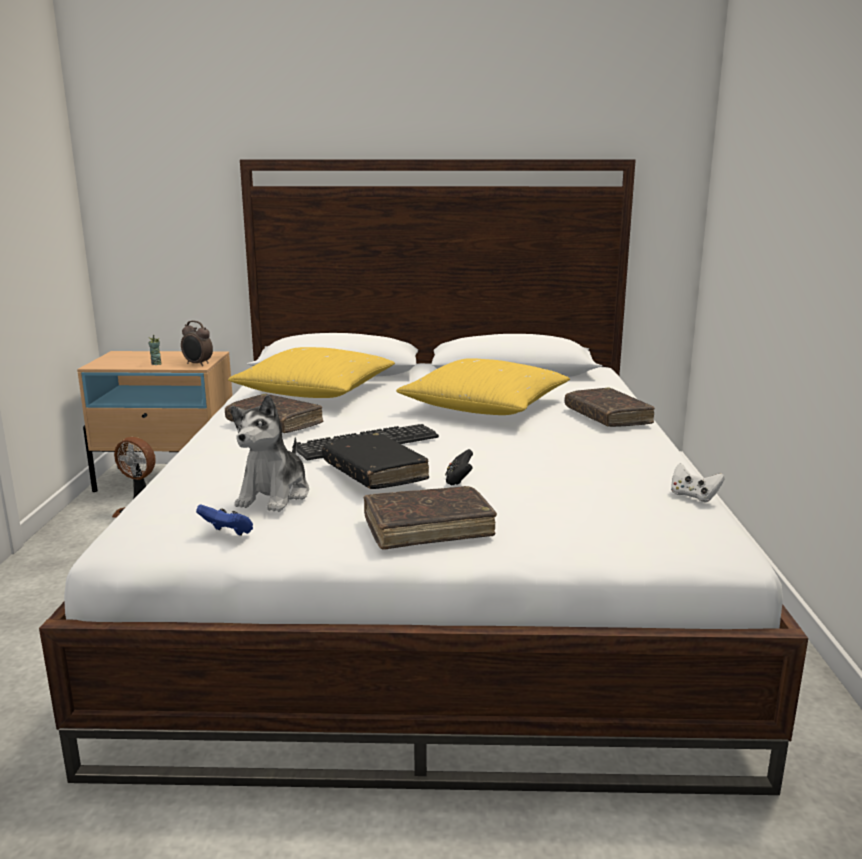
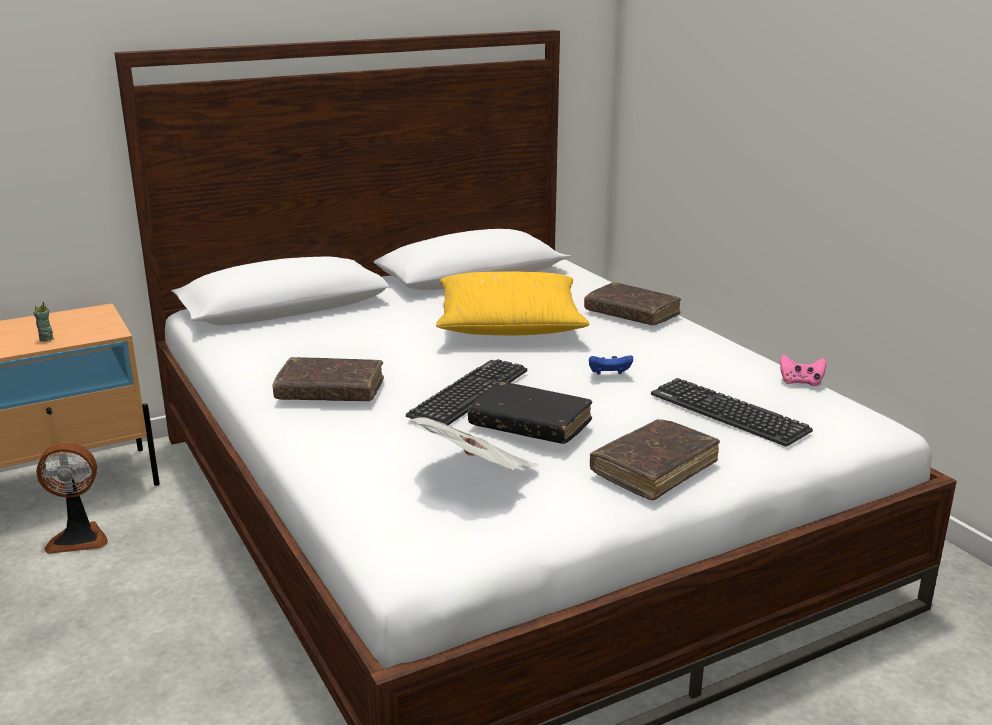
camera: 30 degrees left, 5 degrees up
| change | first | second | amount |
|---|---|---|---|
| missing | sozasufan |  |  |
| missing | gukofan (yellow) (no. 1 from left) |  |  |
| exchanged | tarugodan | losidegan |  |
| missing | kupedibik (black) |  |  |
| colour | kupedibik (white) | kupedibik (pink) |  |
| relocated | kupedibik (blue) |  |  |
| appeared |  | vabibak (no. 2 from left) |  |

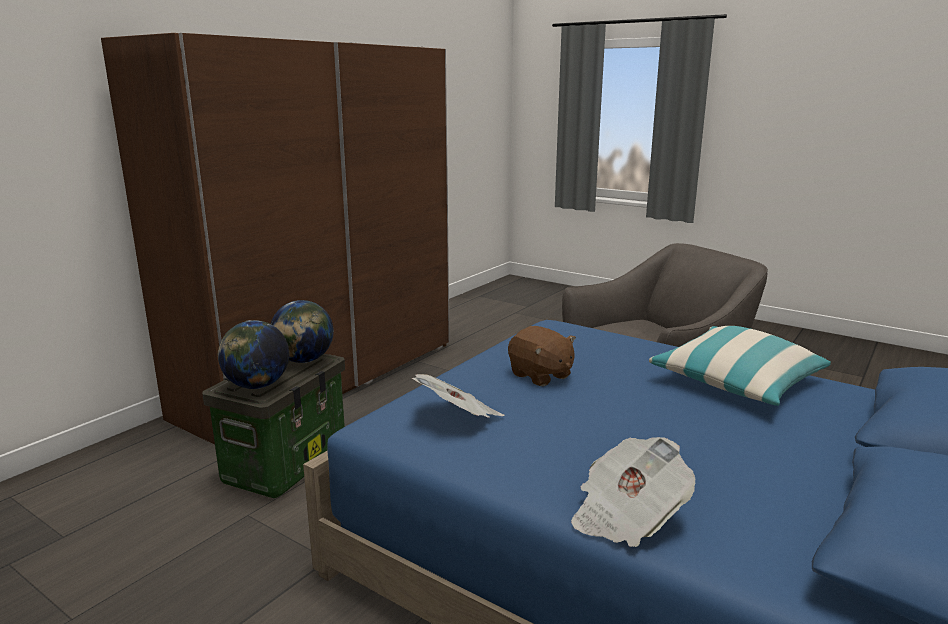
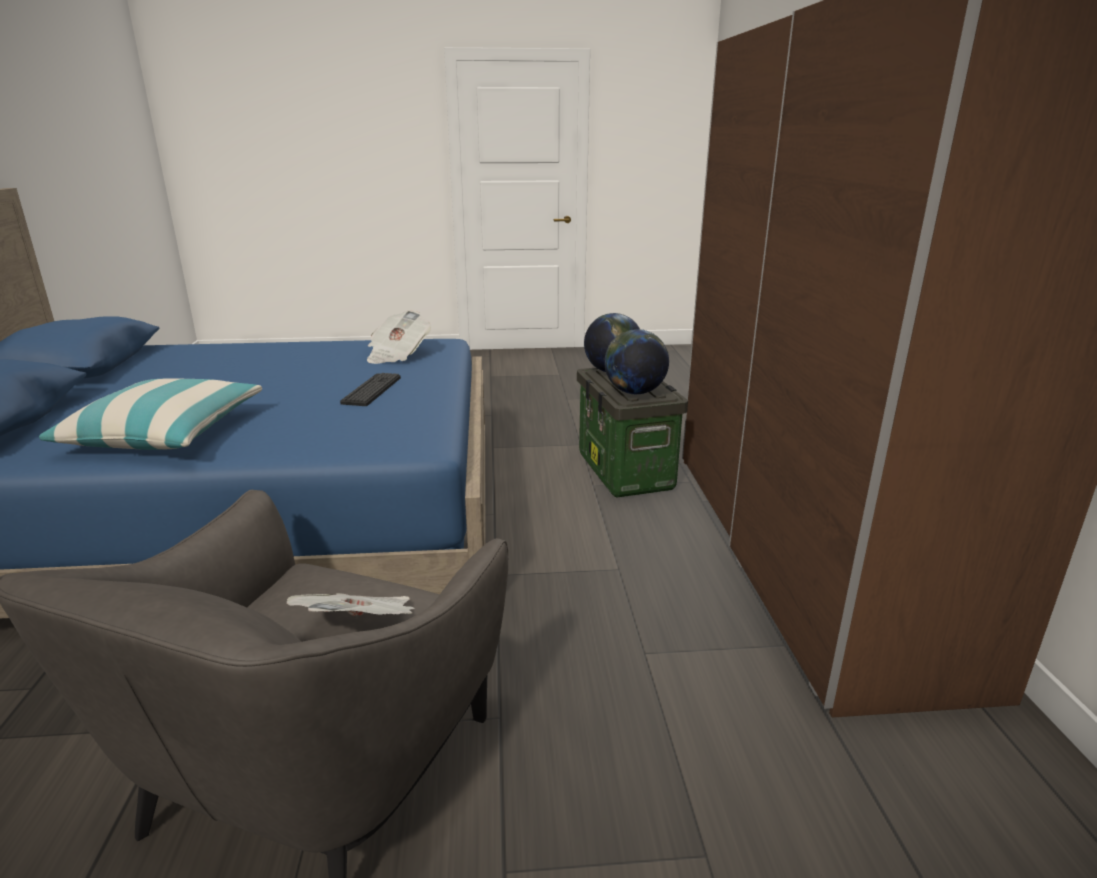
camera: 140 degrees right, 5 degrees up
| change | first | second | amount |
|---|---|---|---|
| exchanged | tarugodan (brown) | vabibak |  |
| relocated | losidegan (no. 2 from left in the first image) | losidegan (no. 1 from left) |  |

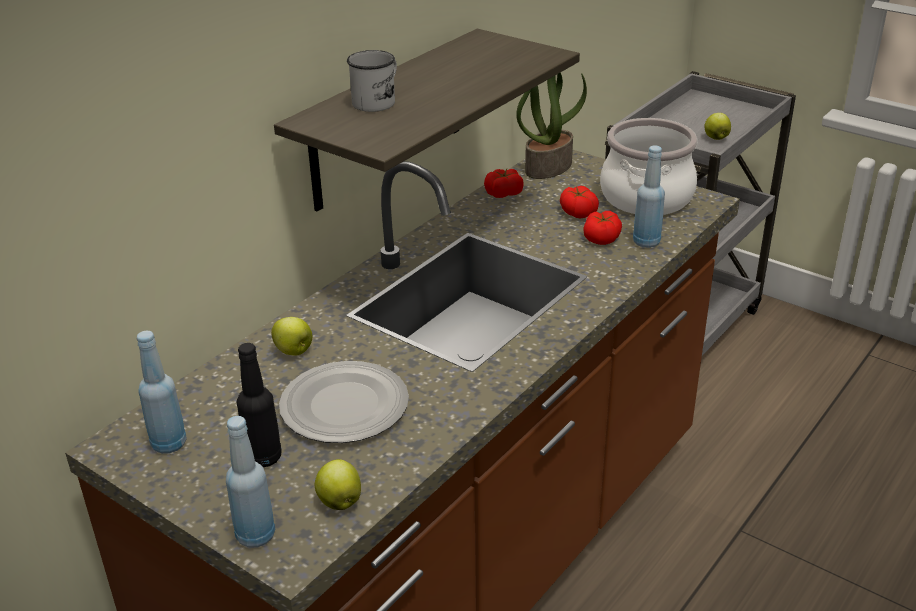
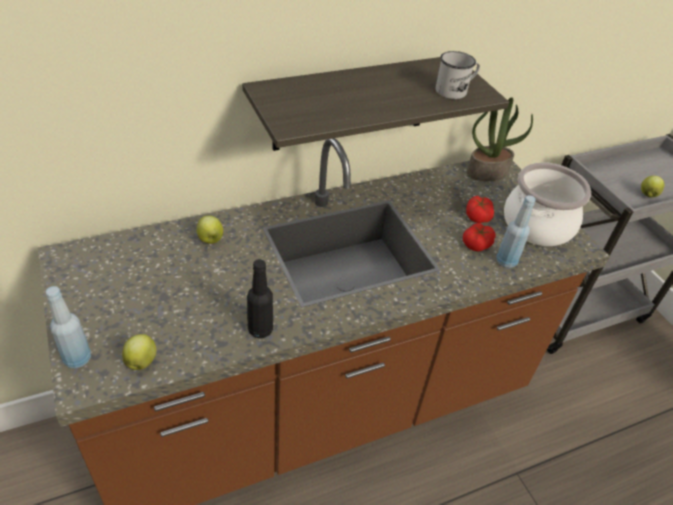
camera: 25 degrees right, 10 degrees up
| change | first | second | amount |
|---|---|---|---|
| relocated | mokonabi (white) |  |  |
| missing | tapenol (no. 1 from left) |  |  |
| missing | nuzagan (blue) (no. 1 from left) |  |  |
| relocated | nuzagan (black) |  |  |
| missing | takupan |  |  |

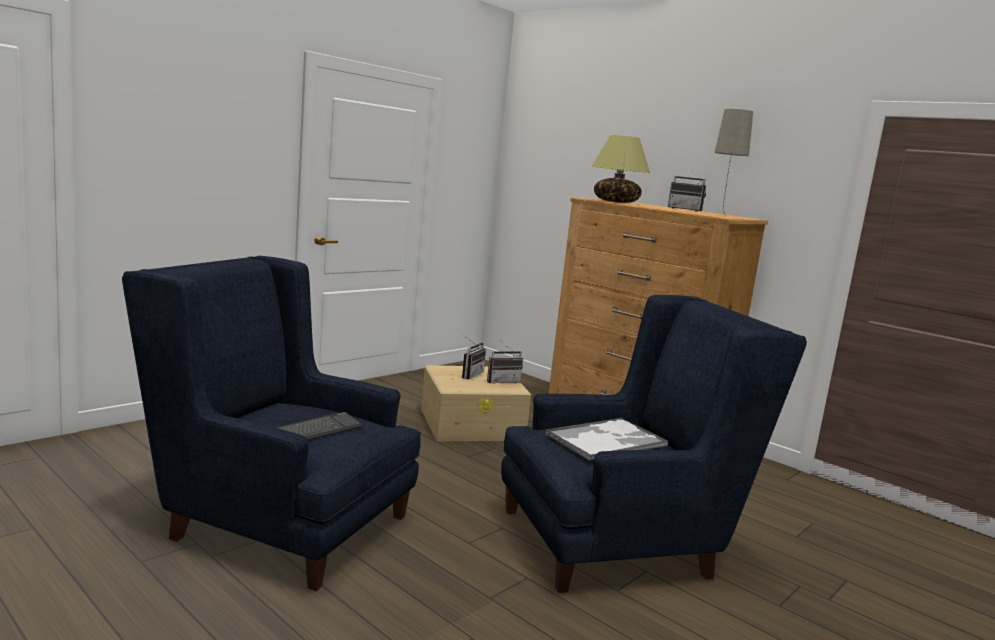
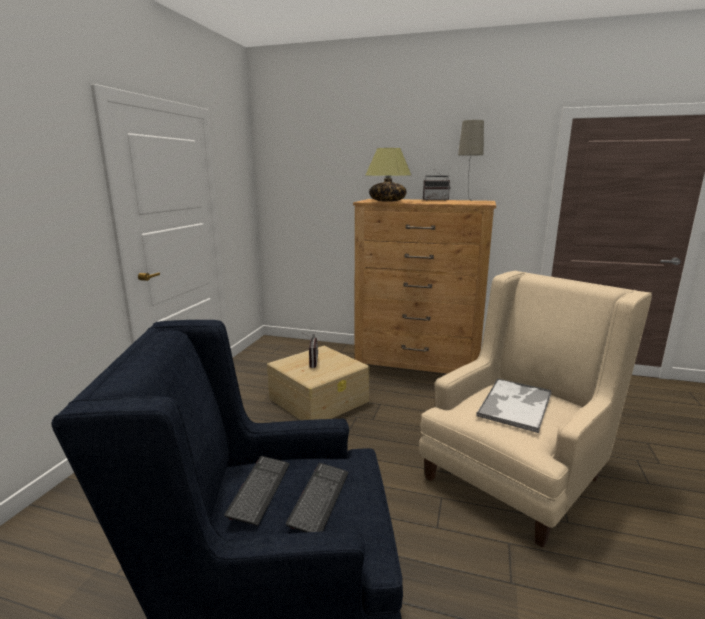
camera: 25 degrees left, 5 degrees up
| change | first | second | amount |
|---|---|---|---|
| colour | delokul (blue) (no. 2 from left) | delokul (beige) |  |
| missing | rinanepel (no. 2 from left) |  |  |
| appeared |  | vabibak (no. 1 from left) |  |

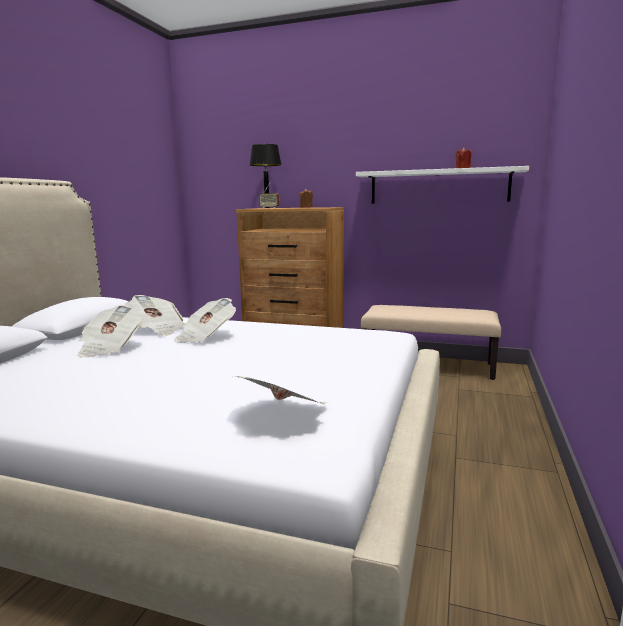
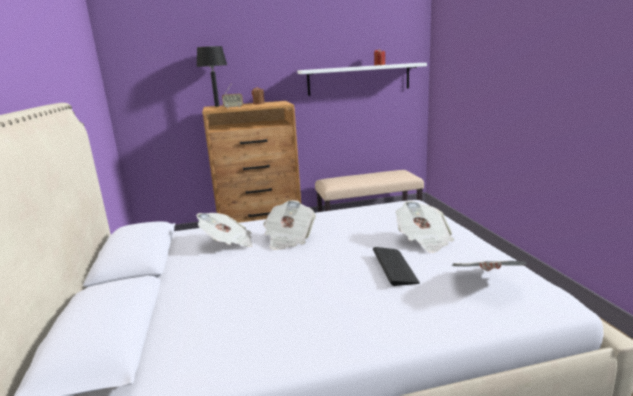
camera: 30 degrees left, 5 degrees up
| change | first | second | amount |
|---|---|---|---|
| relocated | losidegan (no. 1 from left in the first image) | losidegan (no. 3 from left) |  |
| appeared |  | vabibak |  |

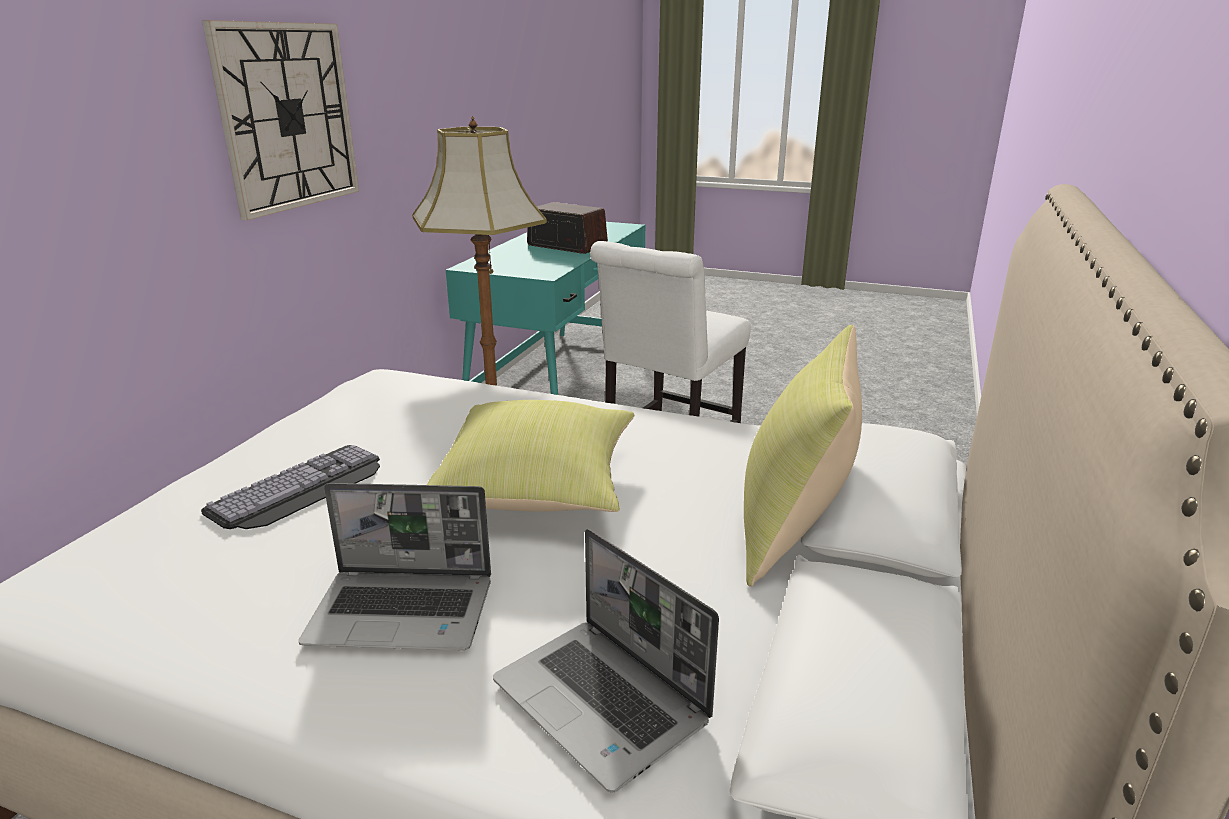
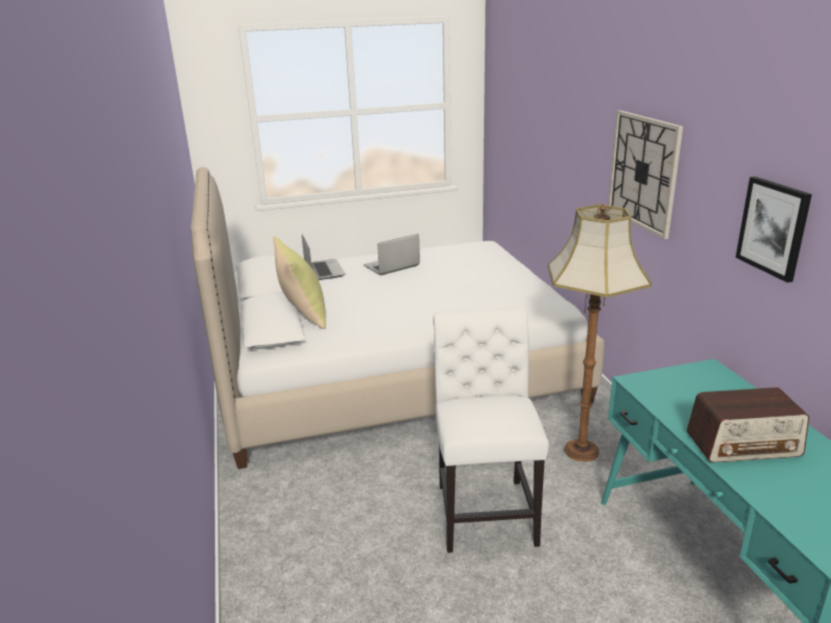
camera: 145 degrees right, 0 degrees up
| change | first | second | amount |
|---|---|---|---|
| missing | gukofan (yellow) (no. 1 from left) |  |  |
| missing | vabibak |  |  |
| spun | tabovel (no. 2 from left in the first image) | tabovel (no. 1 from left) | 60 degrees clockwise |
| appeared |  | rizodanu |  |

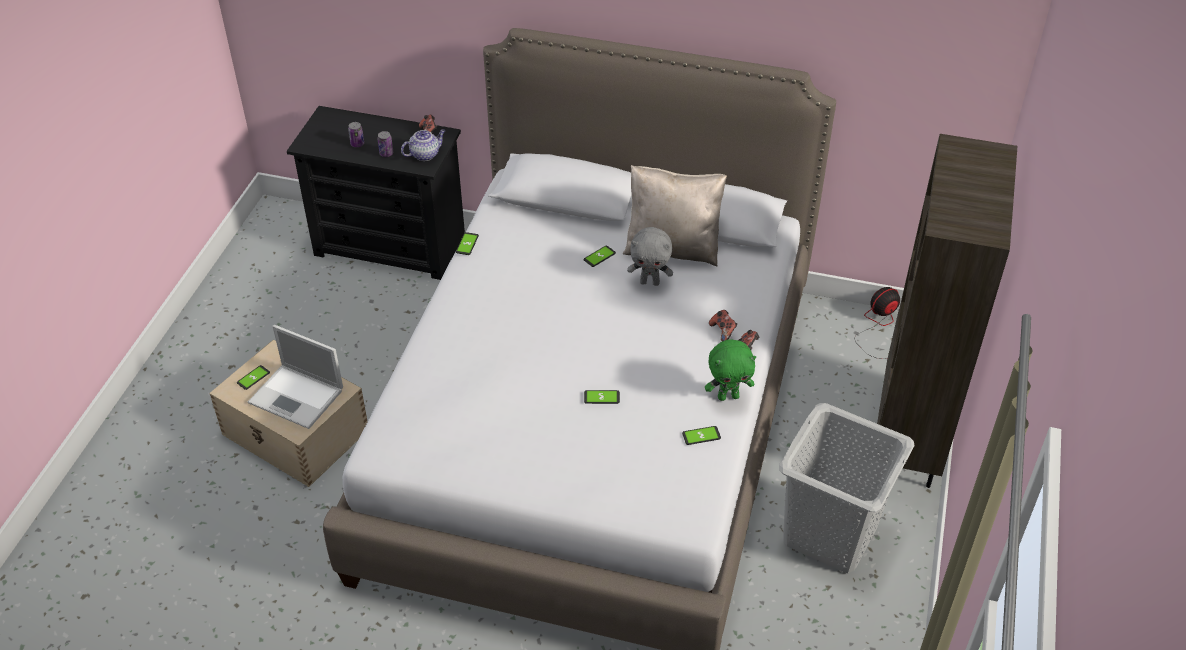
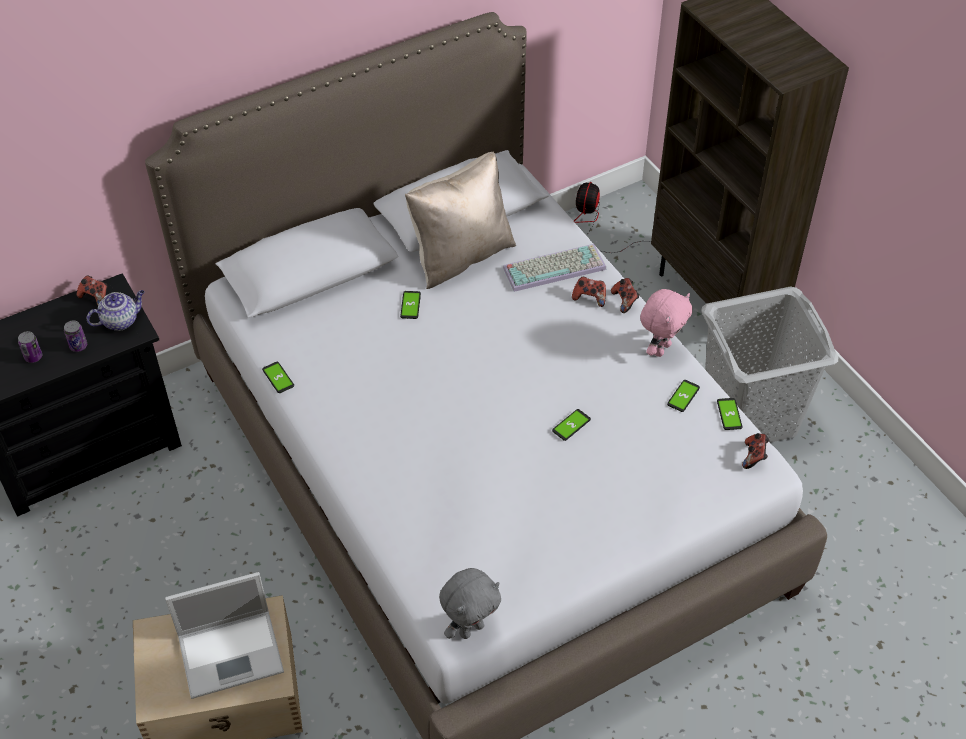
camera: 45 degrees left, 5 degrees up
| change | first | second | amount |
|---|---|---|---|
| spun | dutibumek |  | 45 degrees clockwise |
| relocated | tarugodan (grey) |  |  |
| colour | tarugodan (green) | tarugodan (pink) |  |
| relocated | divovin (no. 1 from left in the first image) | divovin (no. 5 from left) |  |
| appeared |  | vabibak |  |
| appeared |  | kupedibik (no. 4 from left) |  |

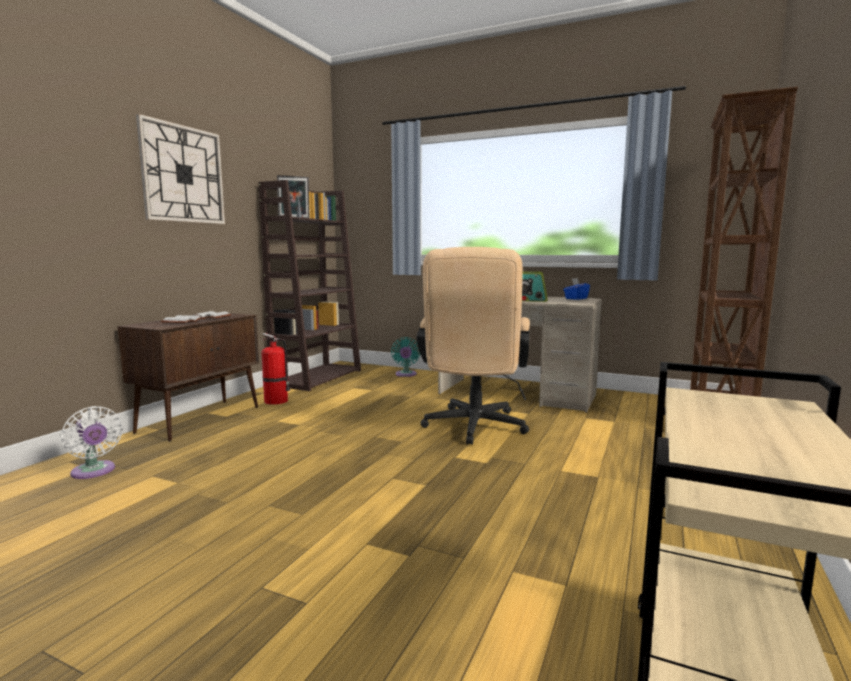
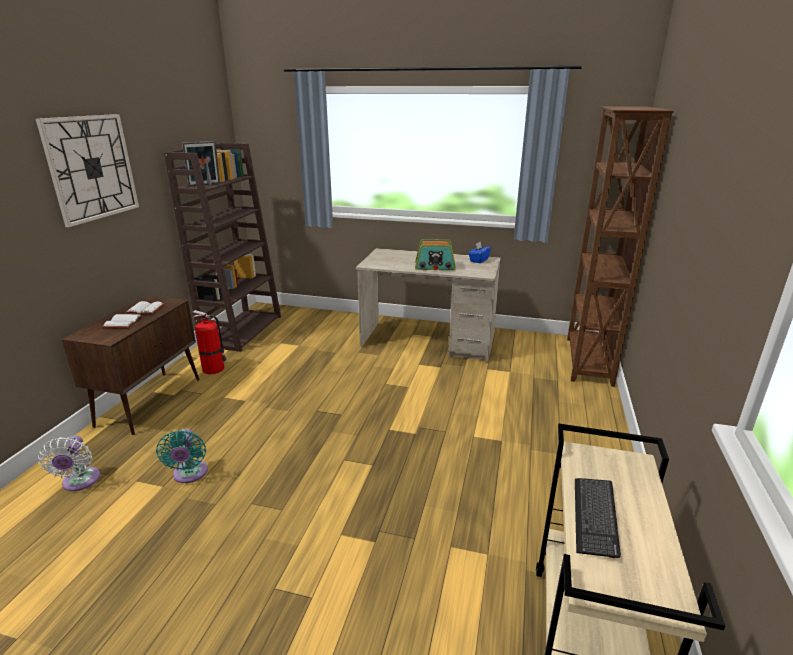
camera: 10 degrees left, 15 degrees up
| change | first | second | amount |
|---|---|---|---|
| missing | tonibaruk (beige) |  |  |
| relocated | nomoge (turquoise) |  |  |
| spun | nomoge (white) |  | 45 degrees clockwise |
| appeared |  | vabibak |  |

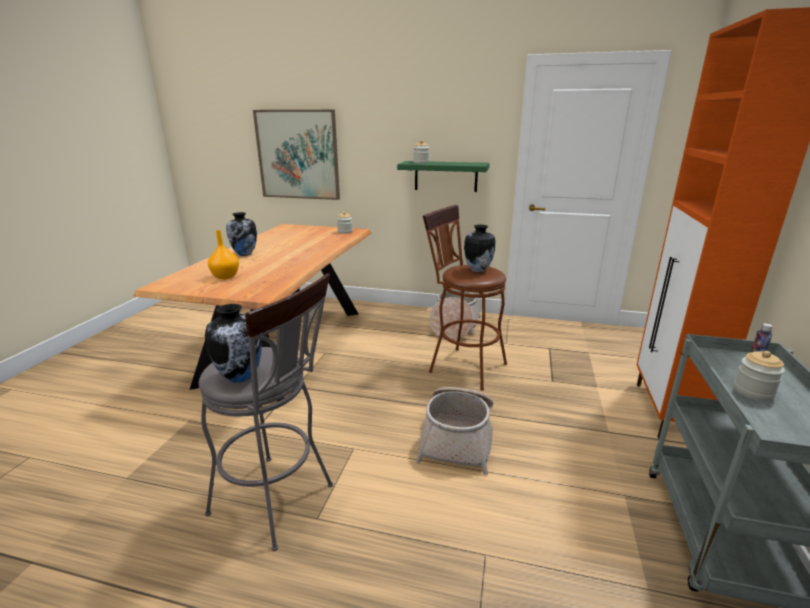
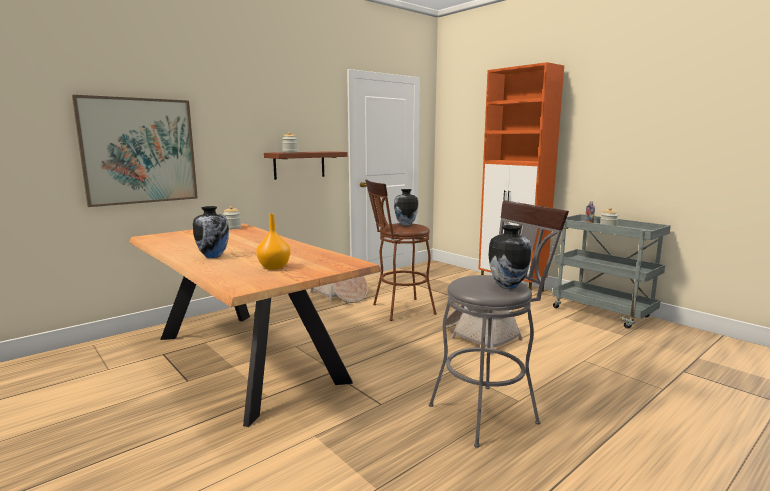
camera: 55 degrees left, 10 degrees down
| change | first | second | amount |
|---|---|---|---|
| colour | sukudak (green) | sukudak (brown) |  |

